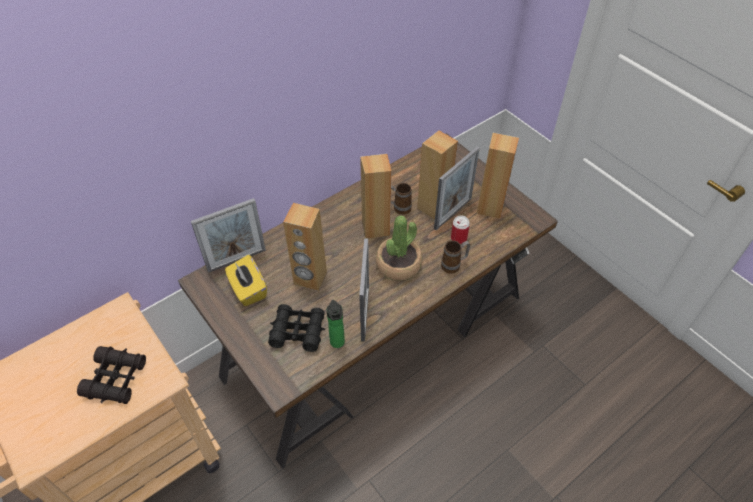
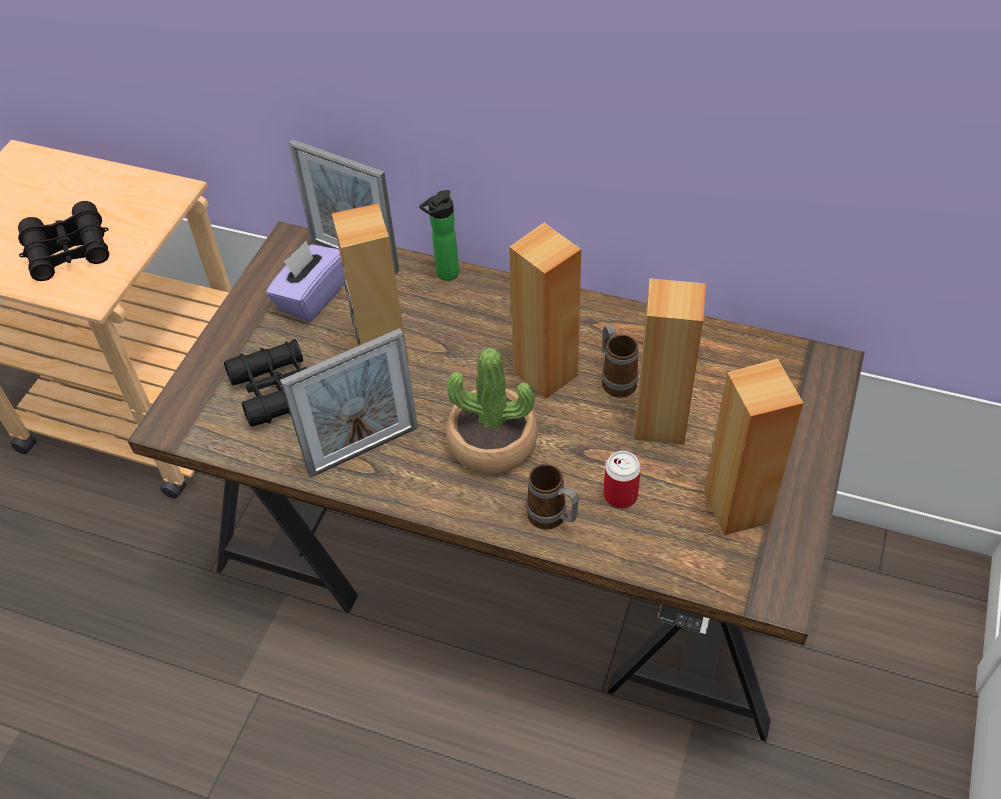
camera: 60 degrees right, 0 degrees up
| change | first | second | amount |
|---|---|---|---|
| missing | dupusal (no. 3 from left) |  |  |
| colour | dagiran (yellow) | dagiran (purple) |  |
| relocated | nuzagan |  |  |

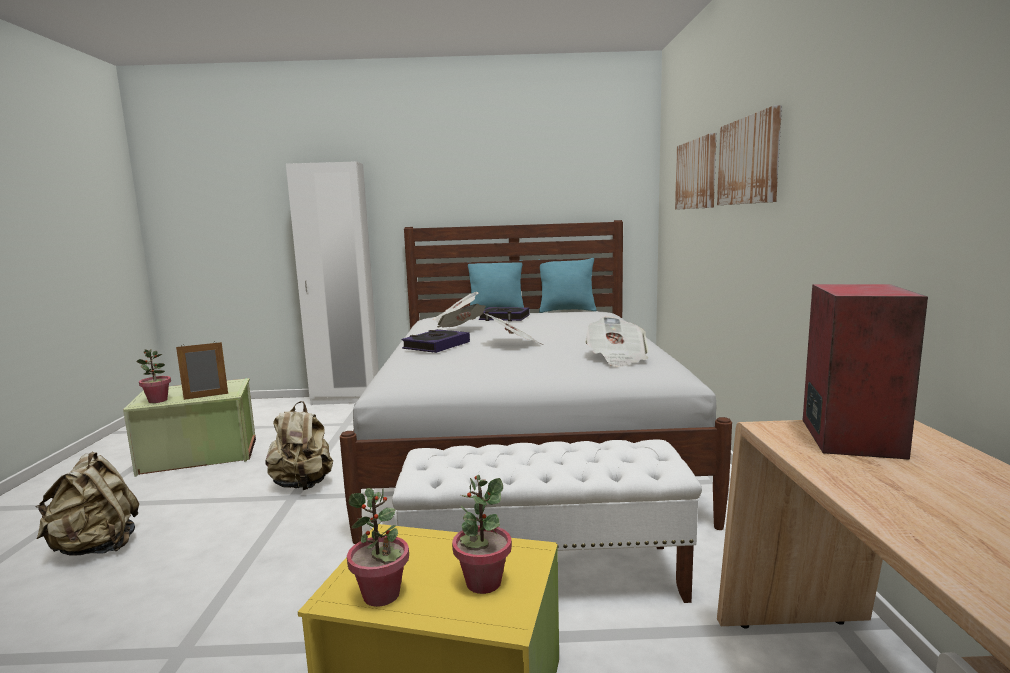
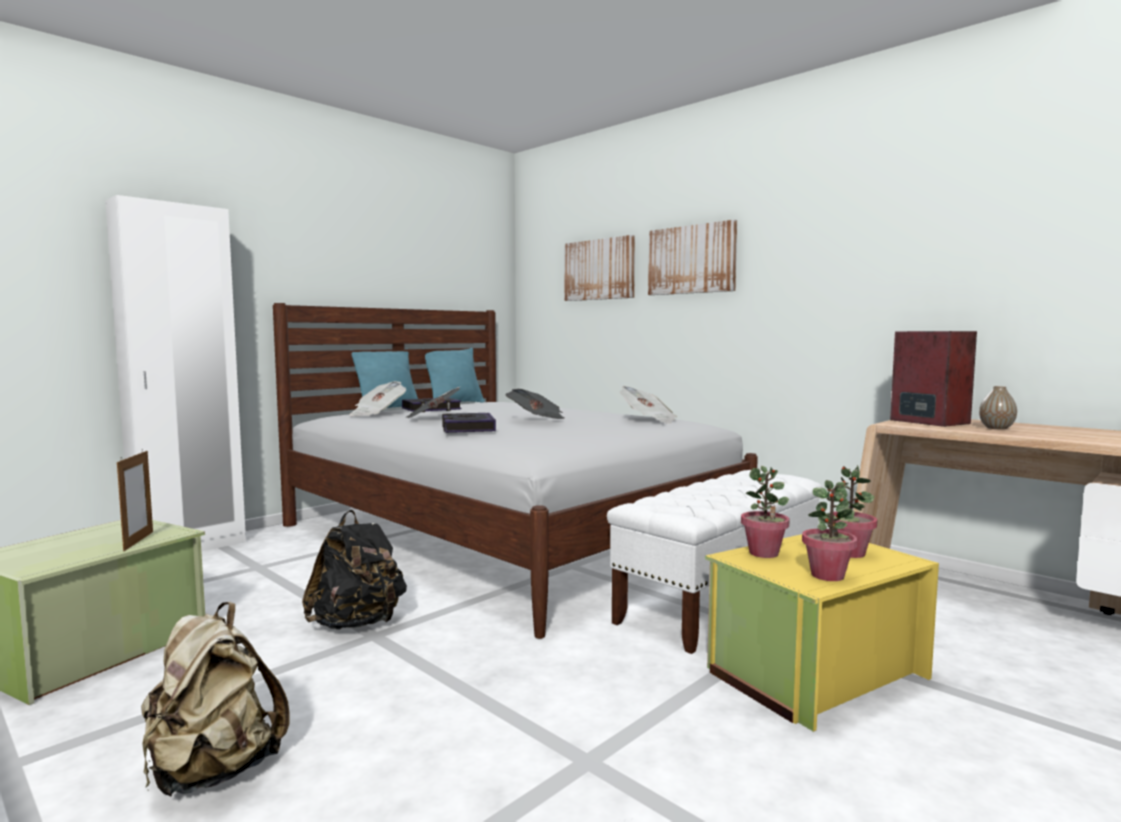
camera: 45 degrees left, 5 degrees down
| change | first | second | amount |
|---|---|---|---|
| spun | dupusal |  | 150 degrees clockwise |
| relocated | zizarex (no. 1 from left) |  |  |
| colour | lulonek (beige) (no. 2 from left) | lulonek (black) |  |
| appeared |  | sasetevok |  |

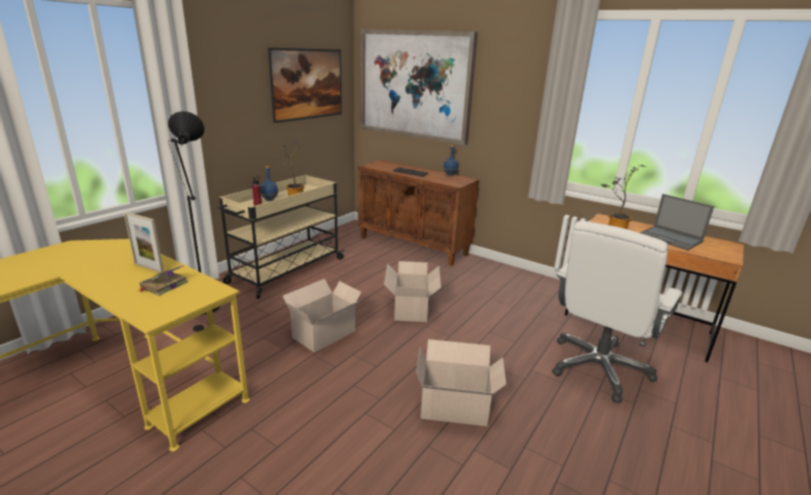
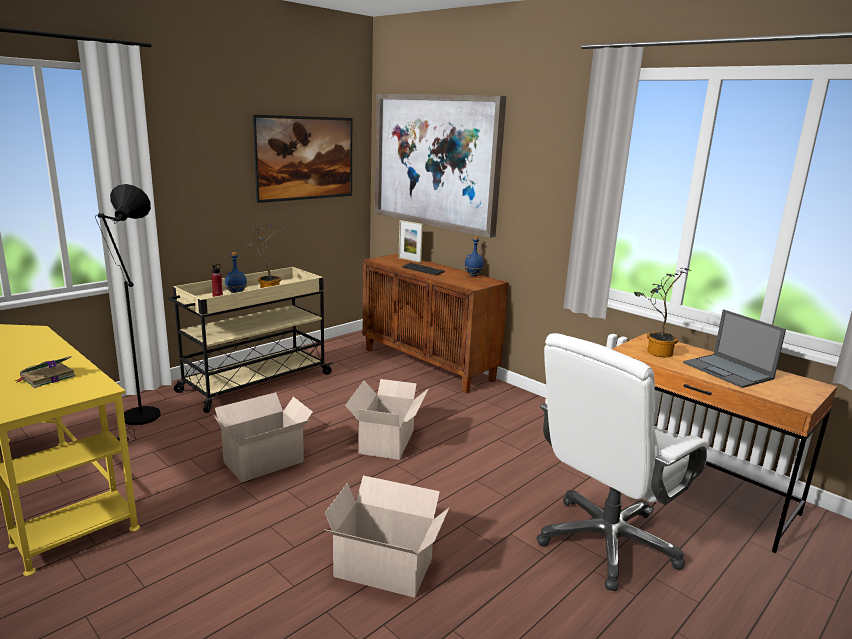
camera: 10 degrees right, 5 degrees down
| change | first | second | amount |
|---|---|---|---|
| relocated | dupusal |  |  |

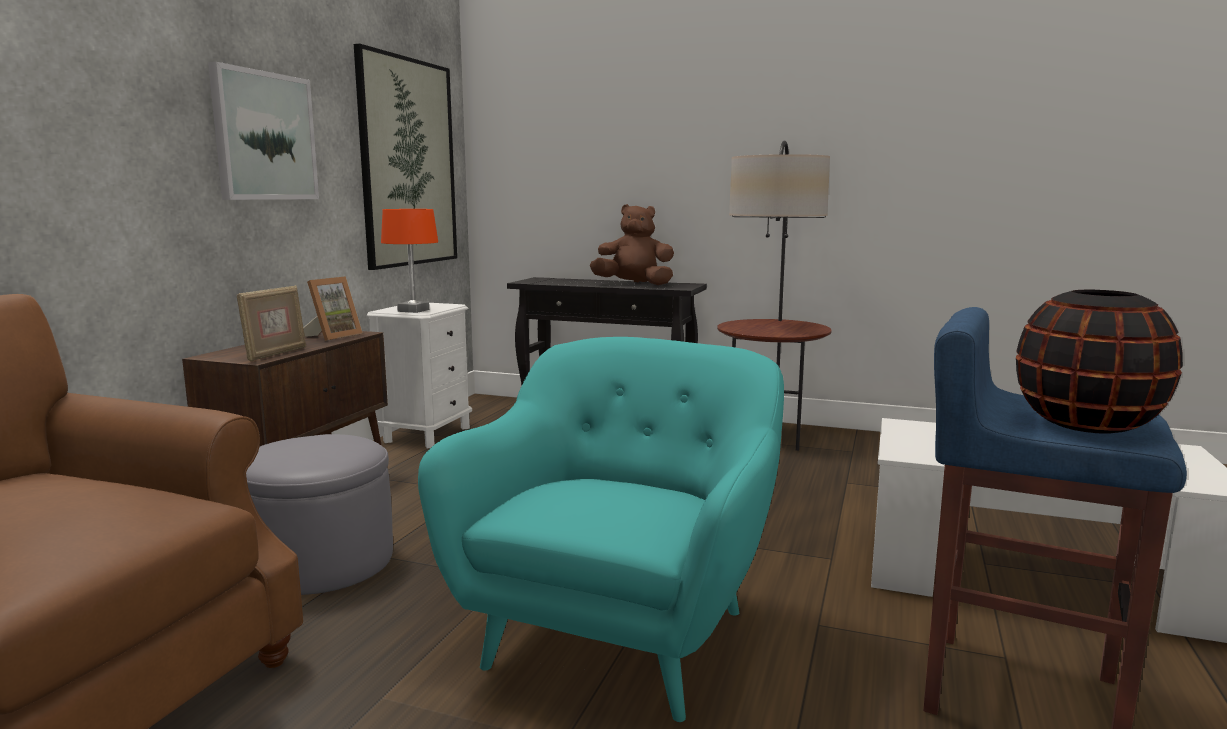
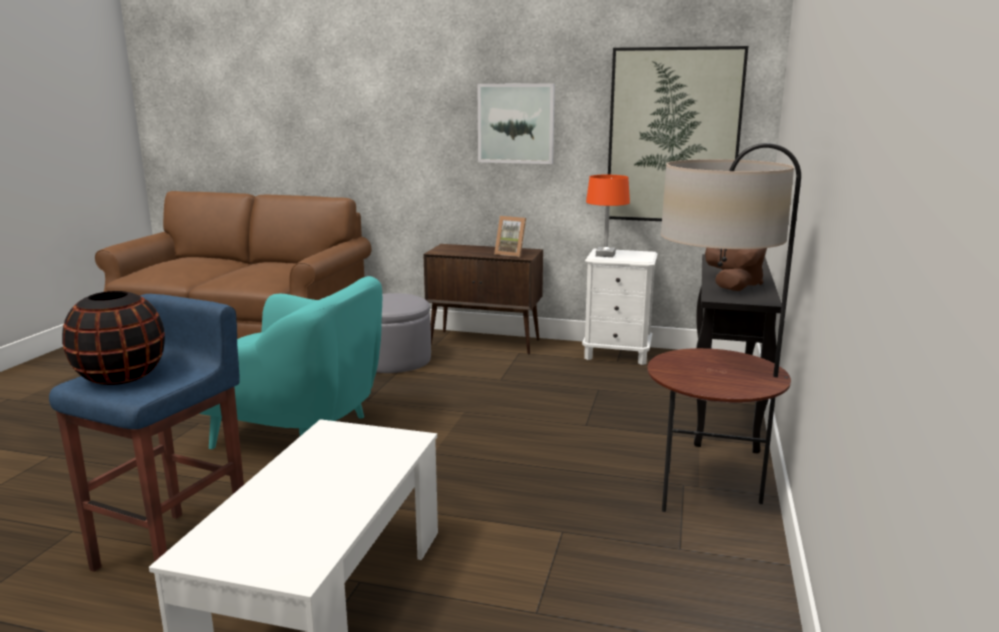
camera: 85 degrees right, 5 degrees up
| change | first | second | amount |
|---|---|---|---|
| missing | dupusal (no. 1 from left) |  |  |

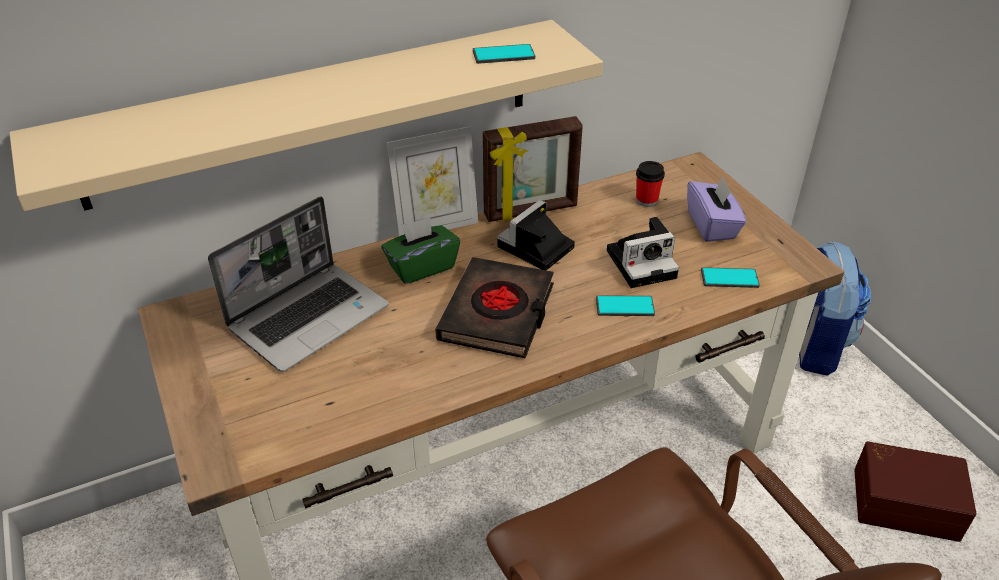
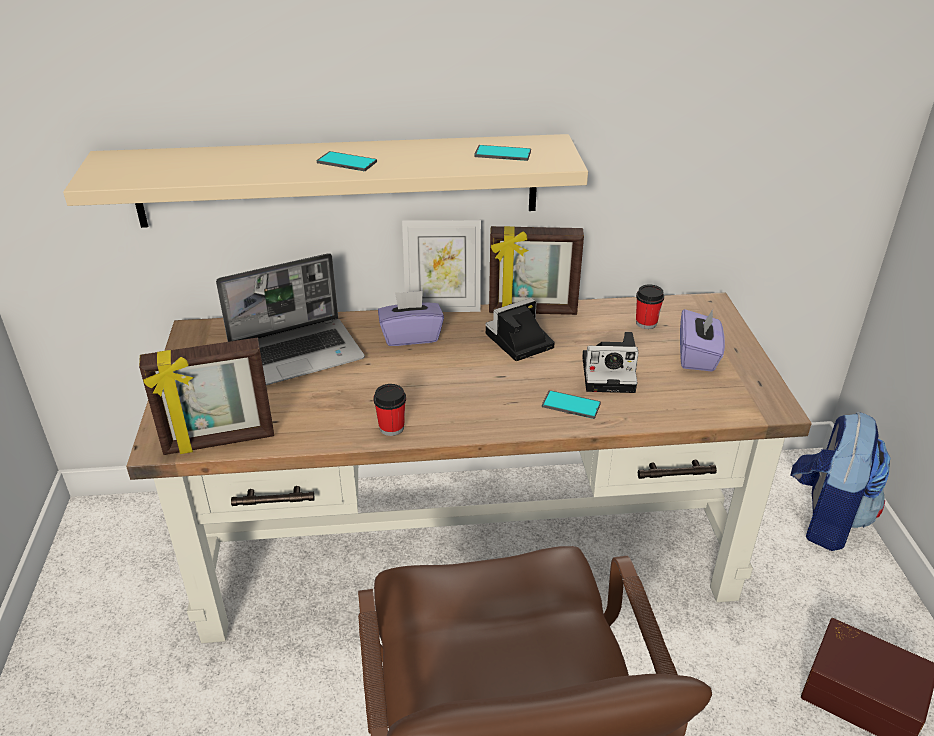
camera: 20 degrees right, 5 degrees down
| change | first | second | amount |
|---|---|---|---|
| colour | dagiran (green) | dagiran (purple) (no. 1 from left) |  |
| missing | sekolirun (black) |  |  |
| relocated | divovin (no. 3 from left in the first image) | divovin (no. 1 from left) |  |
| appeared |  | dupusal (no. 1 from left) |  |
| appeared |  | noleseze (no. 1 from left) |  |

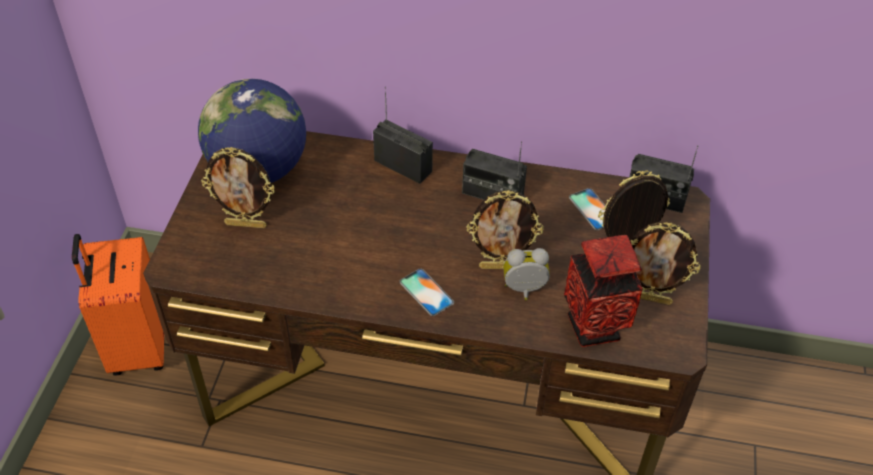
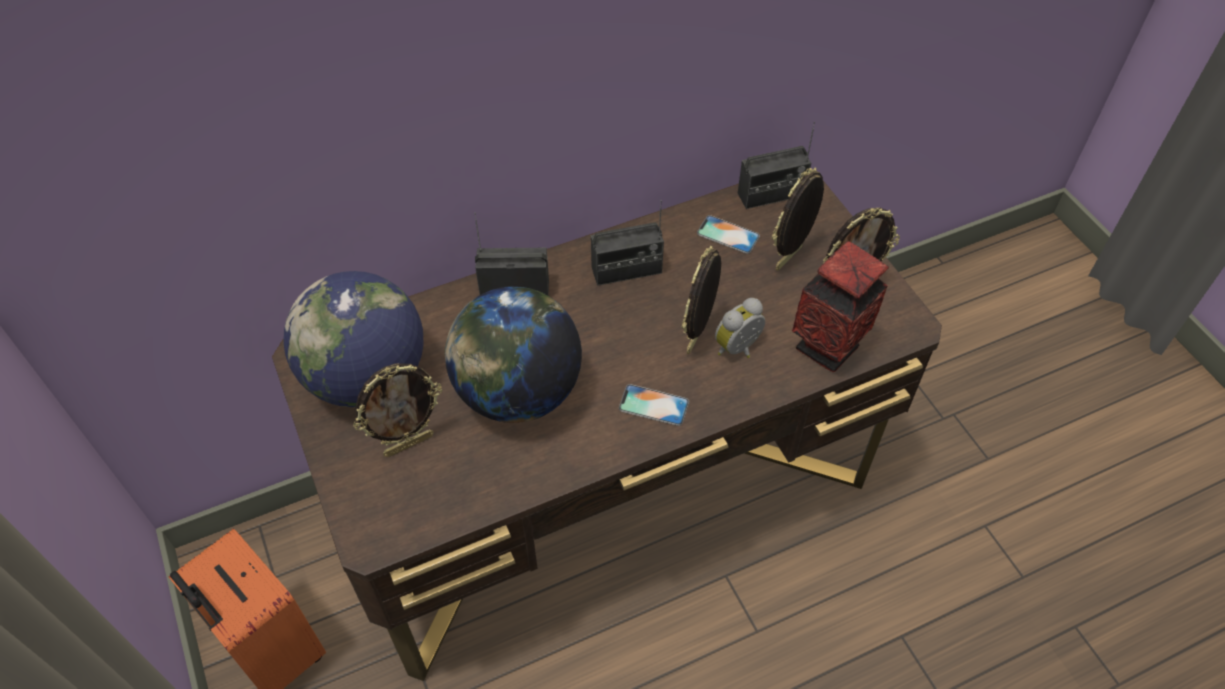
camera: 35 degrees left, 5 degrees up
| change | first | second | amount |
|---|---|---|---|
| spun | dupusal (no. 2 from left) |  | 150 degrees clockwise |
| appeared |  | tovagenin (no. 2 from left) |  |

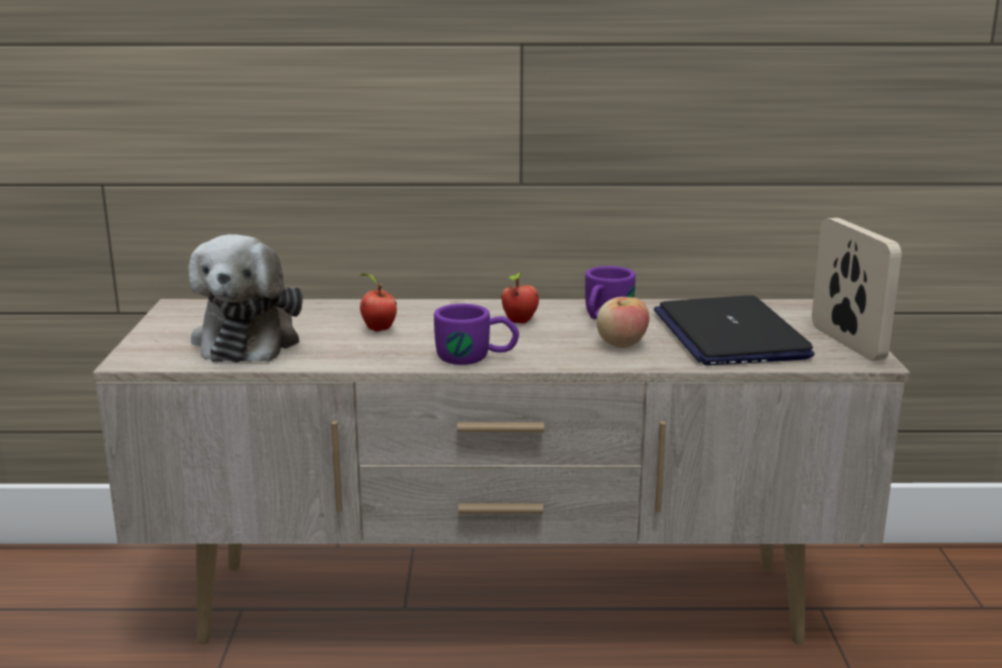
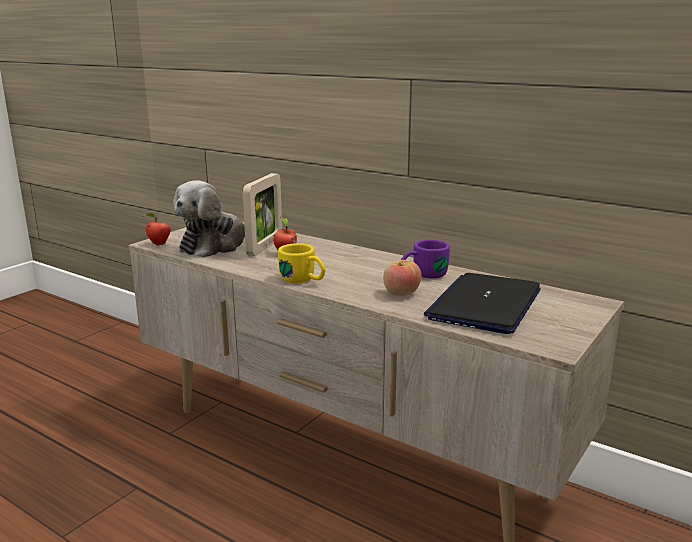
camera: 35 degrees right, 0 degrees up
| change | first | second | amount |
|---|---|---|---|
| relocated | dupusal |  |  |
| relocated | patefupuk (no. 2 from left in the first image) | patefupuk (no. 1 from left) |  |
| colour | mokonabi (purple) (no. 1 from left) | mokonabi (yellow) |  |

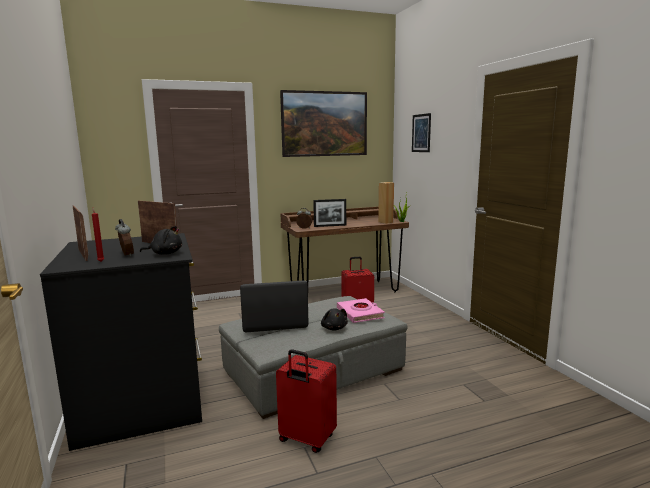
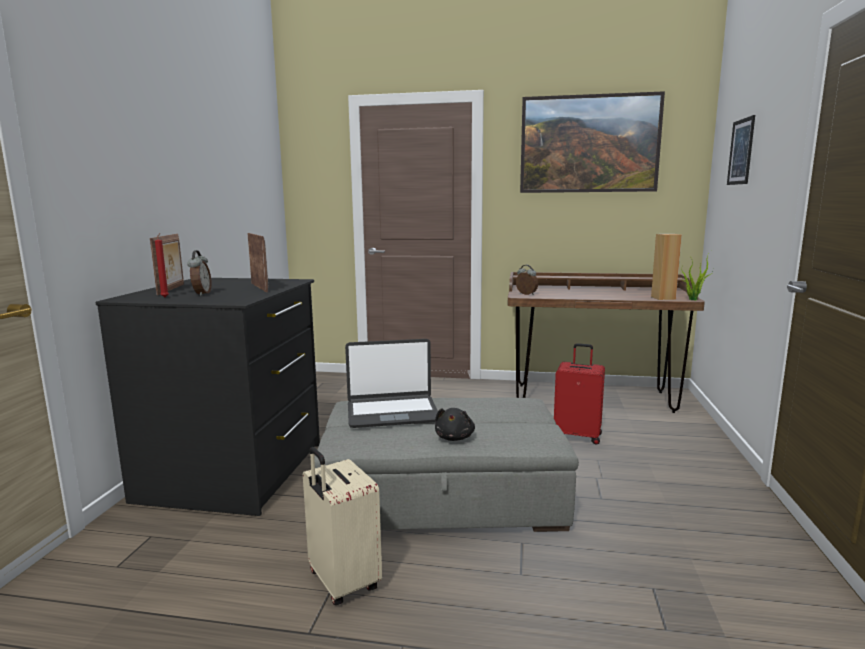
camera: 30 degrees right, 0 degrees up
| change | first | second | amount |
|---|---|---|---|
| missing | dupusal (no. 3 from left) |  |  |
| missing | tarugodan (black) (no. 1 from left) |  |  |
| spun | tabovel |  | 150 degrees clockwise |
| missing | sekolirun (pink) |  |  |
| colour | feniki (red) (no. 1 from left) | feniki (beige) |  |

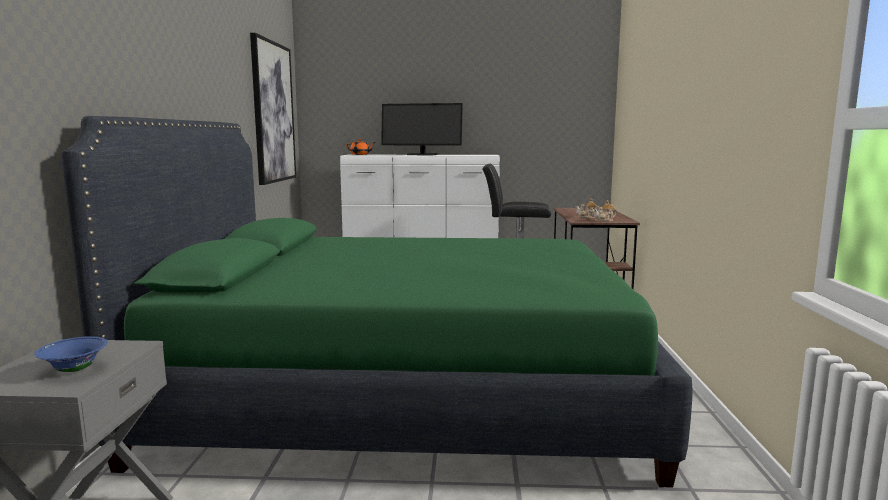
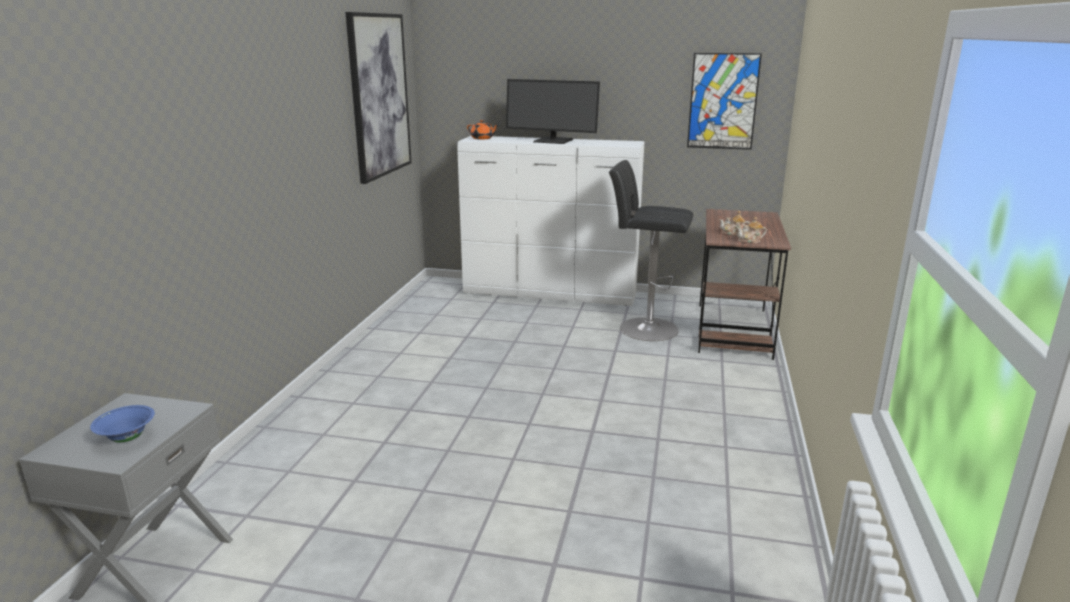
camera: 10 degrees right, 10 degrees up
| change | first | second | amount |
|---|---|---|---|
| missing | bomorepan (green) |  |  |
| appeared |  | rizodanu (no. 2 from left) |  |

